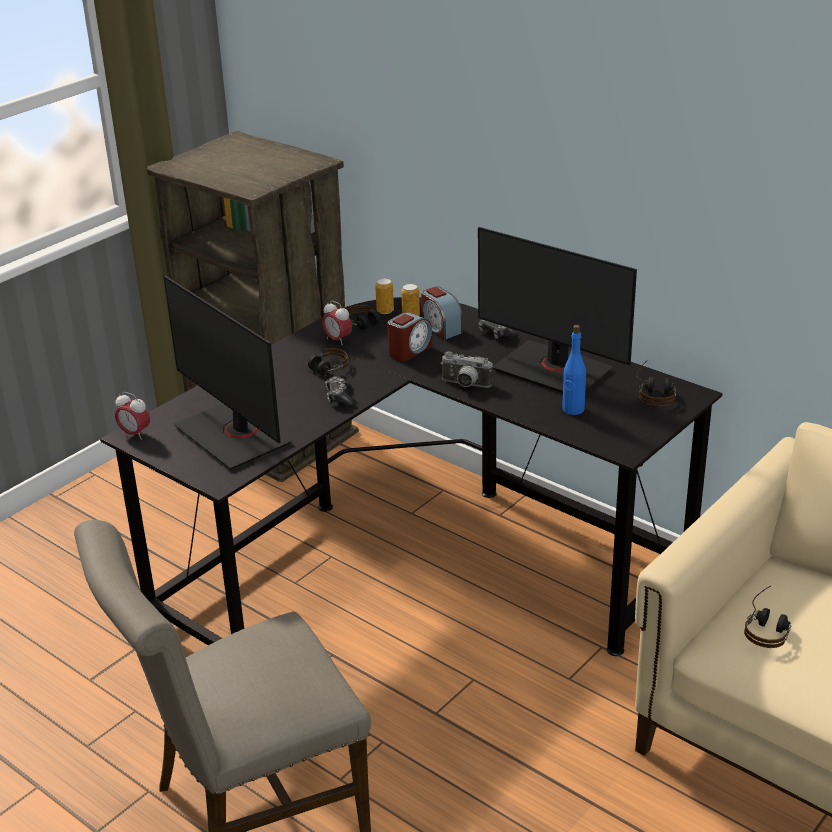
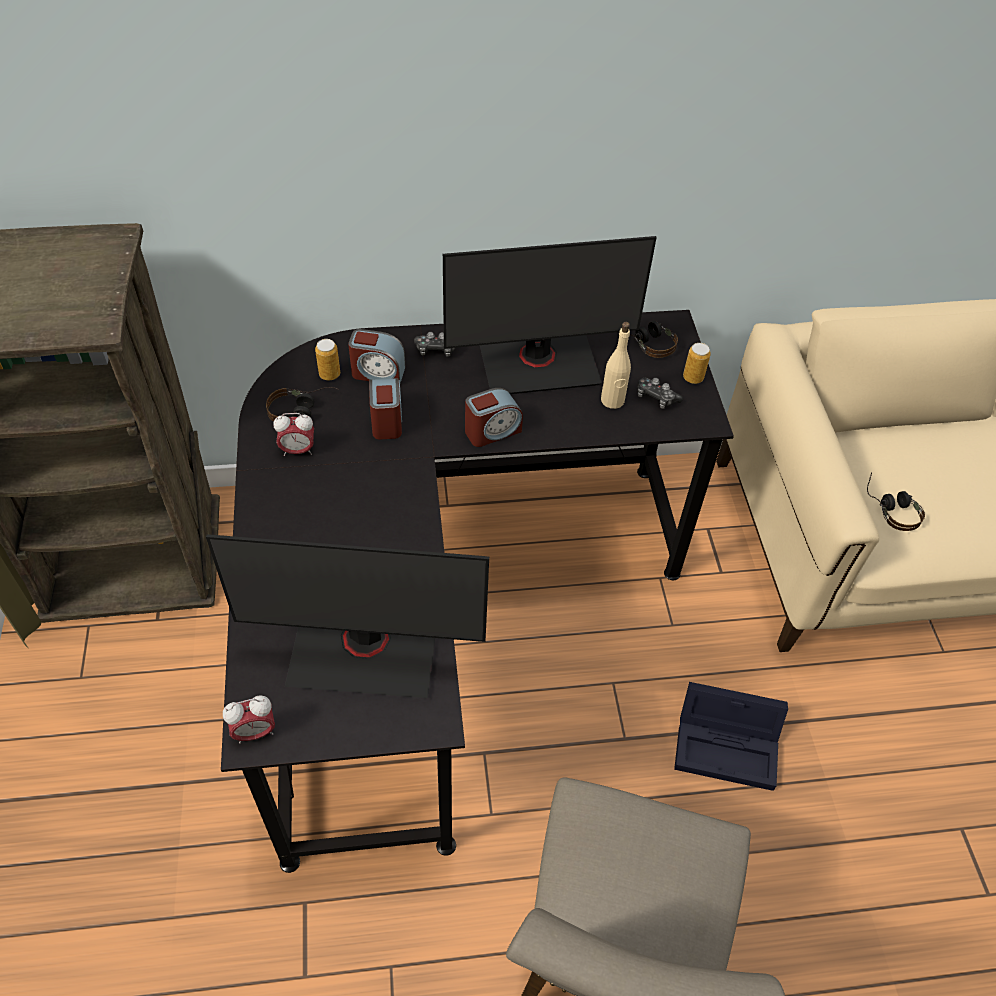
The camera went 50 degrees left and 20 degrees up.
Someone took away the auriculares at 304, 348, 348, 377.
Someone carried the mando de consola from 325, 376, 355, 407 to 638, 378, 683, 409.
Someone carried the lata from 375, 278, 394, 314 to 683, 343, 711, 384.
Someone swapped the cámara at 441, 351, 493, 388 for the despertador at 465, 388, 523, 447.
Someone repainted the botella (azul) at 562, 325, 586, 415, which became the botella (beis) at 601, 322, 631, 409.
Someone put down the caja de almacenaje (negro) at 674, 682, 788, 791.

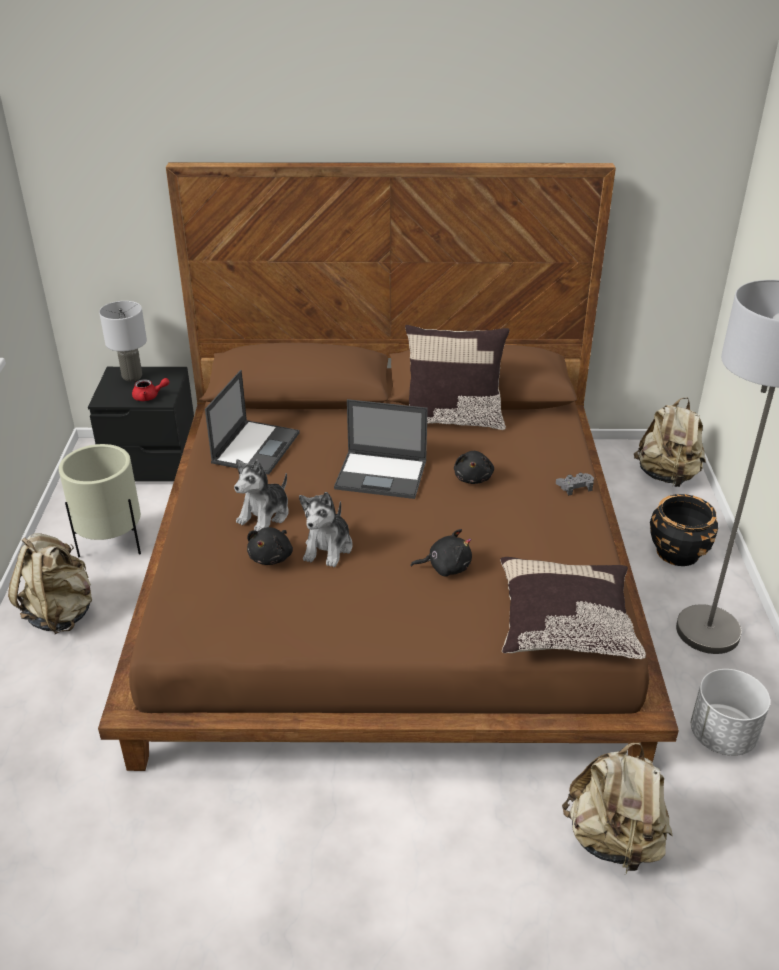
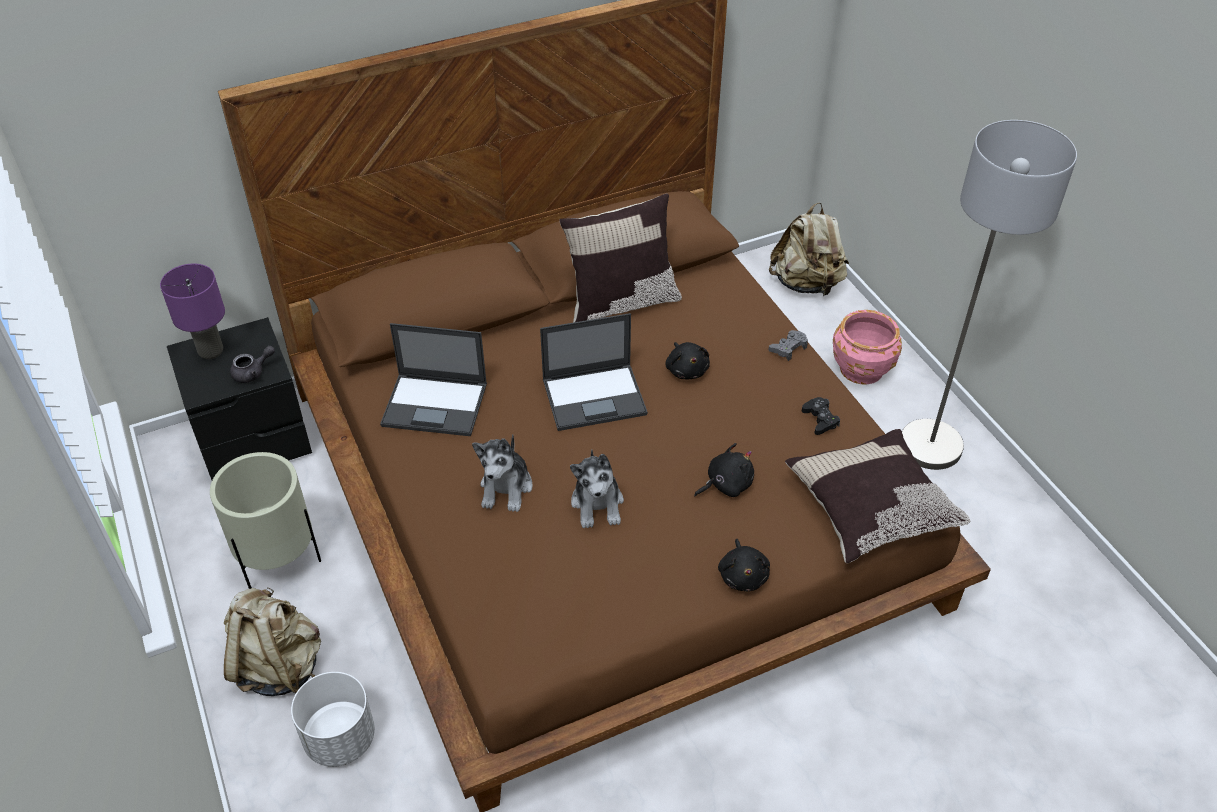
The camera went 25 degrees left and 10 degrees up.
Someone repainted the lámpara de mesa (blanco) at 99, 301, 147, 382, which became the lámpara de mesa (morado) at 160, 264, 225, 359.
Someone repainted the tetera (rojo) at 132, 378, 170, 401, which became the tetera (gris) at 230, 346, 275, 383.
Someone rotated the portátil at 205, 370, 299, 475 by 105 degrees clockwise.
Someone carried the peluche (negro) from 247, 527, 293, 565 to 718, 539, 770, 591.
Someone took away the mochila (beis) at 562, 743, 673, 874.
Someone repainted the maceta (negro) at 650, 494, 718, 566, which became the maceta (rosa) at 833, 310, 902, 384.
Someone carried the maceta (blanco) from 691, 669, 770, 756 to 291, 672, 375, 767.
Someone put down the mando de consola (negro) at 802, 397, 840, 435.

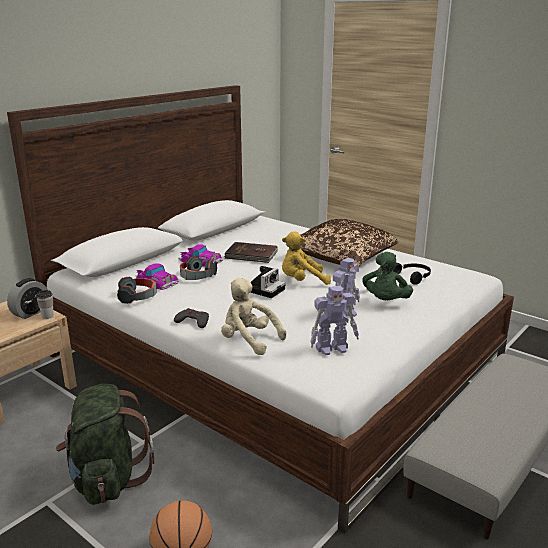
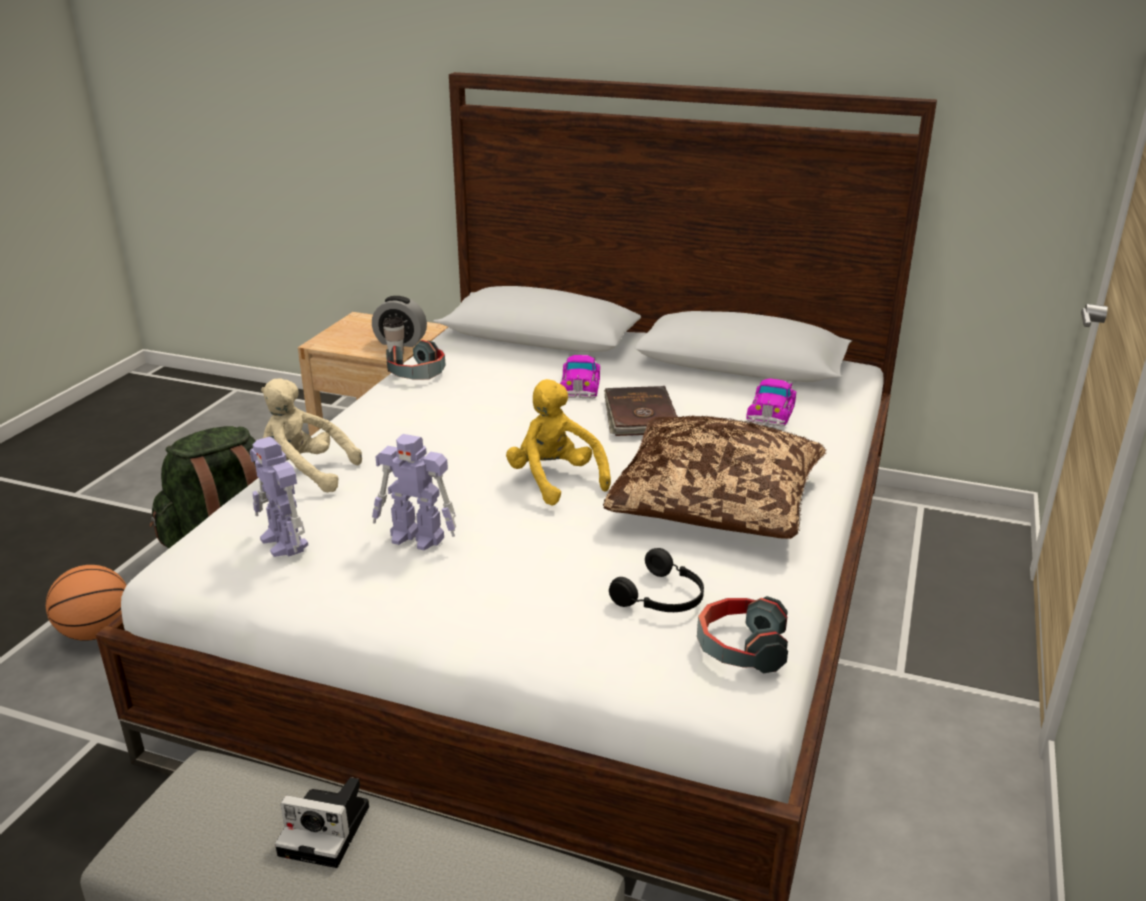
The camera went 70 degrees right and 5 degrees up.
Someone carried the coche de juguete from 136, 263, 178, 290 to 746, 378, 796, 427.
Someone took away the mando de consola (gris) at 174, 308, 209, 328.
Someone carried the auriculares from 180, 256, 217, 280 to 697, 596, 788, 673.
Someone rotated the peluche (beis) at 221, 278, 286, 355 by 90 degrees counterclockwise.
Someone carried the cámara from 250, 266, 286, 298 to 275, 777, 369, 868.
Someone took away the peluche (verde) at 362, 252, 413, 300.

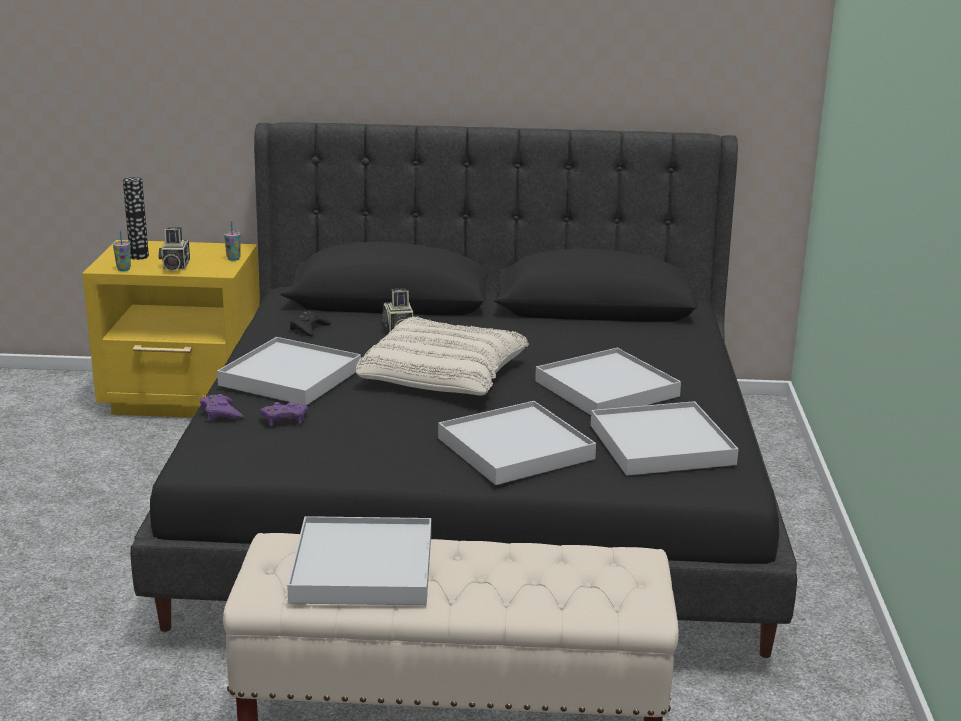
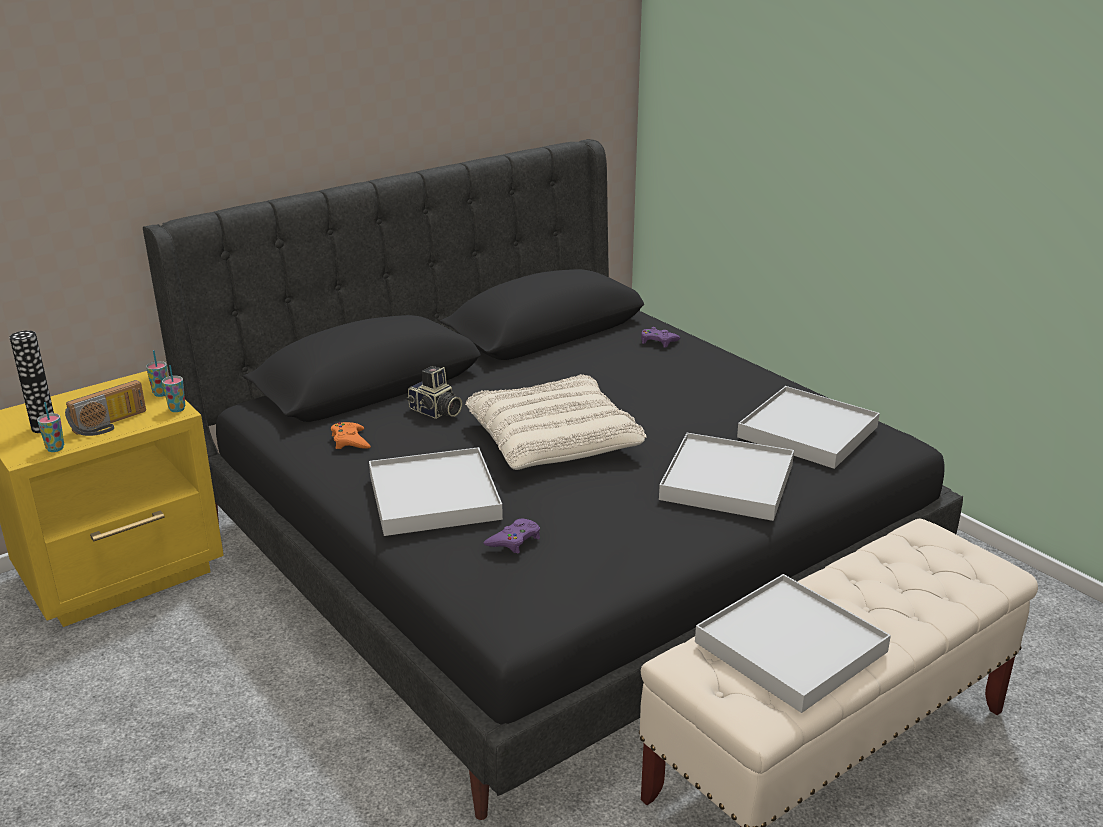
The camera went 40 degrees left and 5 degrees up.
Someone swapped the cámara at 159, 227, 190, 271 for the radio at 65, 380, 146, 436.
Someone carried the mando de consola (morado) from 200, 394, 244, 421 to 641, 327, 680, 348.
Someone repainted the mando de consola (negro) at 289, 311, 331, 337, which became the mando de consola (naranja) at 331, 422, 371, 449.
Someone took away the bandeja (blanco) at 535, 348, 681, 415.
Someone put down the taza at 162, 365, 186, 412.

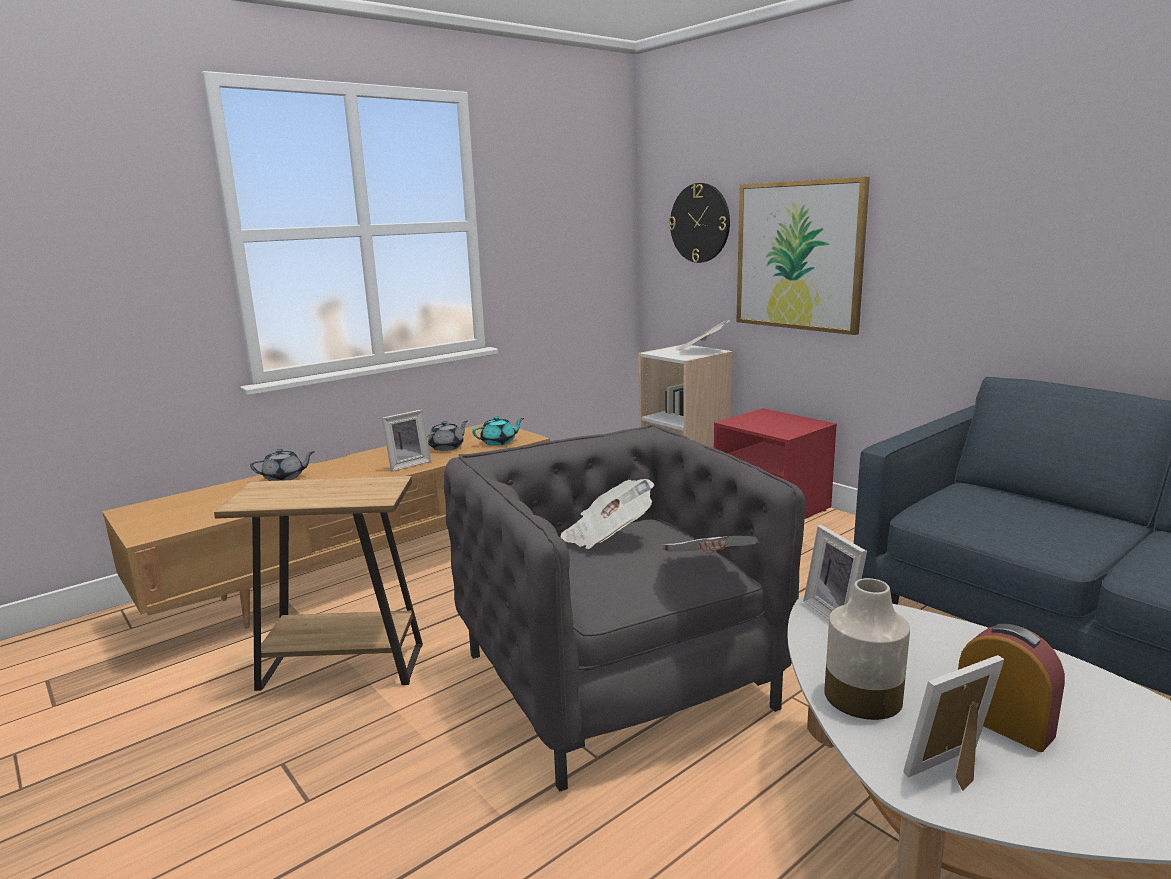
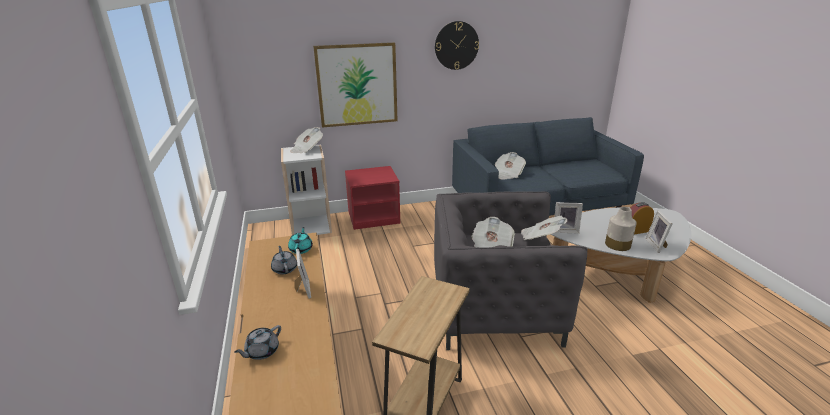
The camera went 65 degrees left and 10 degrees up.
Someone rotated the tetera (gris) at 250, 449, 315, 481 by 150 degrees counterclockwise.
Someone carried the reloj de pared from 669, 183, 730, 263 to 435, 21, 479, 70.
Someone put down the periódico at 495, 152, 526, 179.

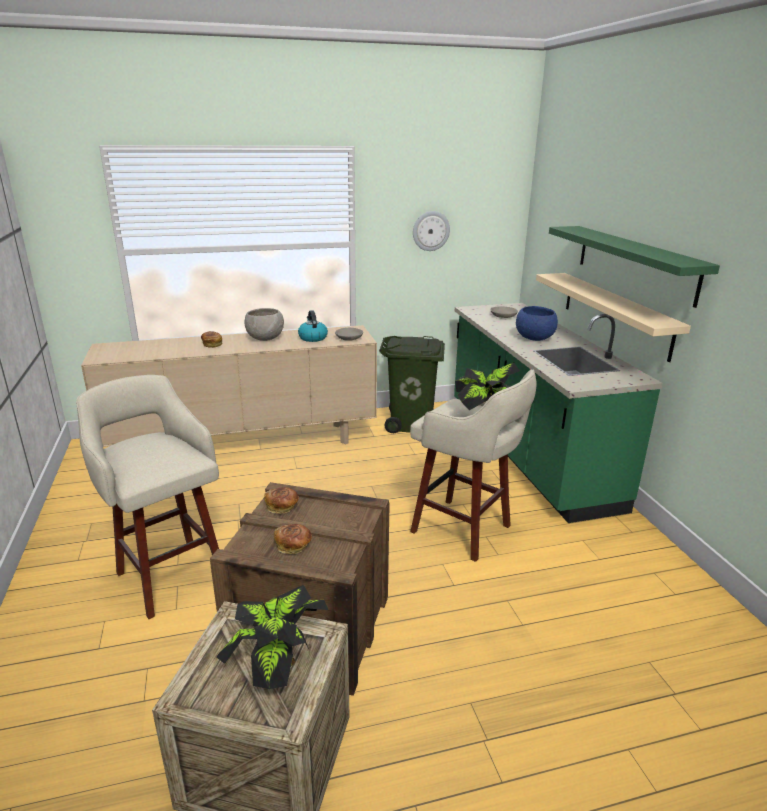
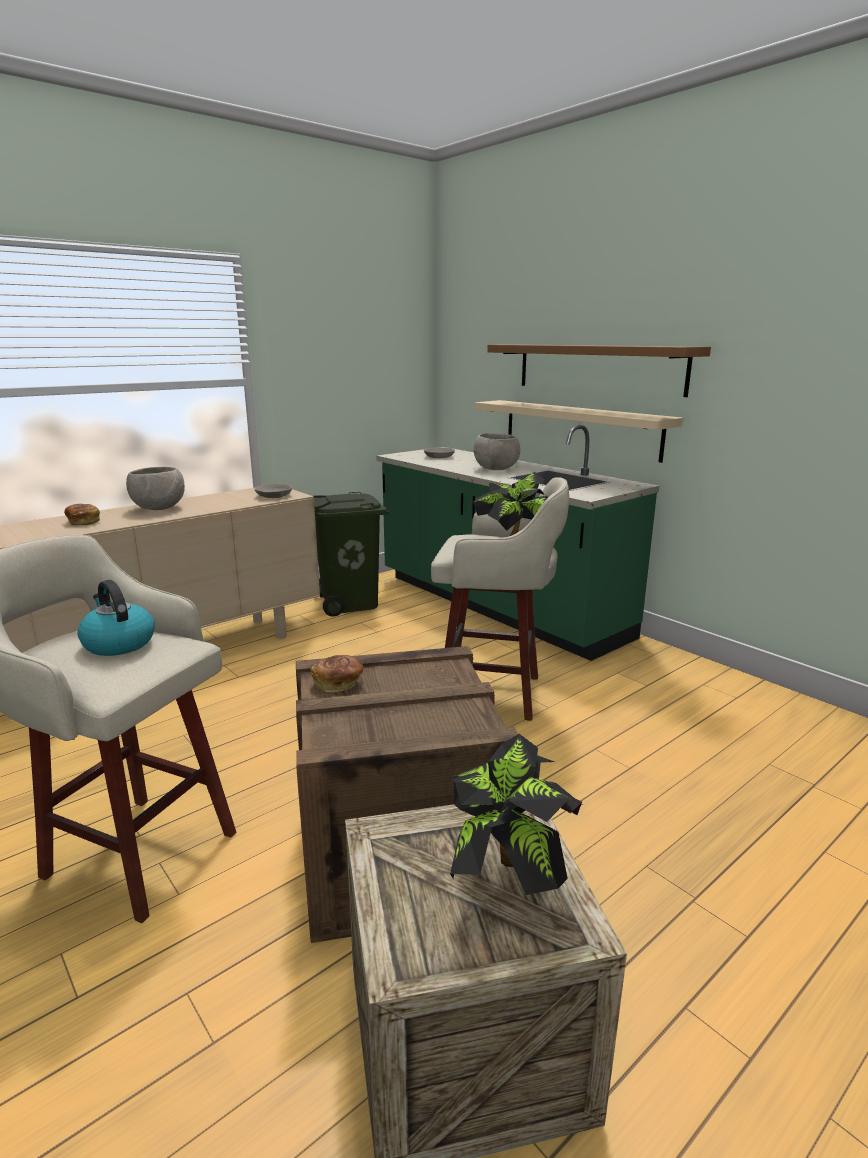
The camera went 25 degrees left and 5 degrees down.
Someone took away the pan at 274, 524, 312, 554.
Someone carried the hervidor from 298, 310, 328, 342 to 77, 580, 155, 656.
Someone took away the reloj de pared at 413, 211, 450, 251.
Someone repainted the cuenco (azul) at 516, 306, 558, 341, which became the cuenco (gris) at 474, 433, 520, 470.
Someone repainted the estante (verde) at 549, 226, 720, 308, which became the estante (marrón) at 487, 344, 711, 397.

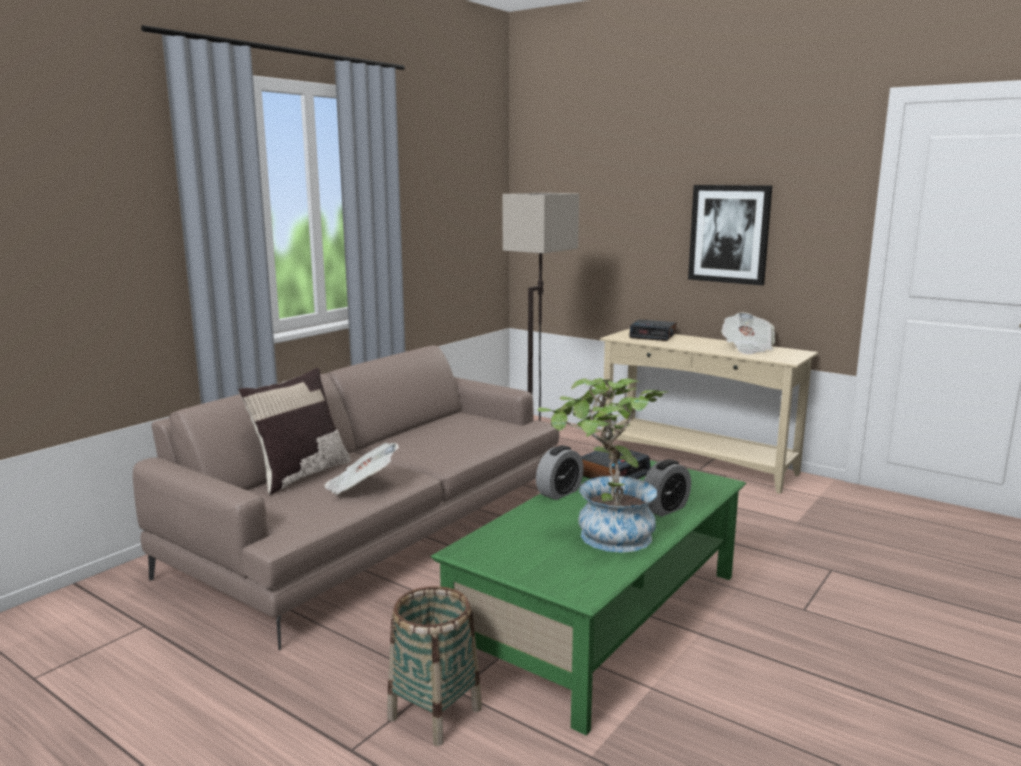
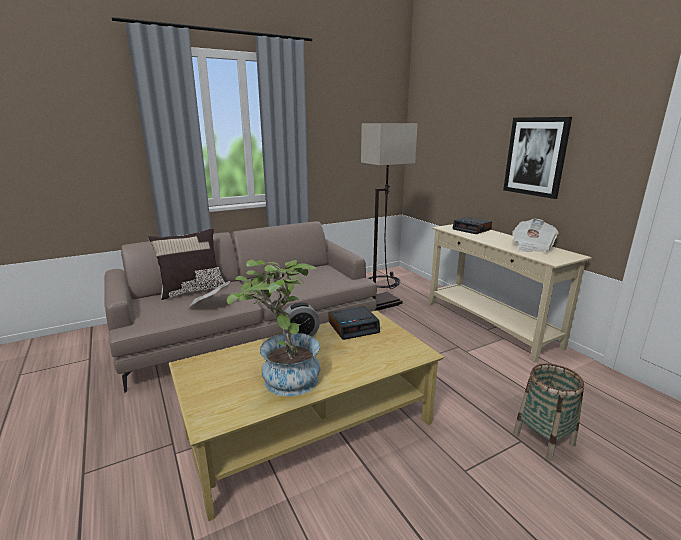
The camera went 25 degrees right and 5 degrees up.
Someone carried the cesta from 387, 586, 482, 746 to 513, 363, 584, 461.
Someone repainted the mesa de centro (verde) at 430, 460, 746, 735, which became the mesa de centro (beis) at 169, 311, 444, 521.
Someone took away the despertador at 644, 459, 691, 517.

